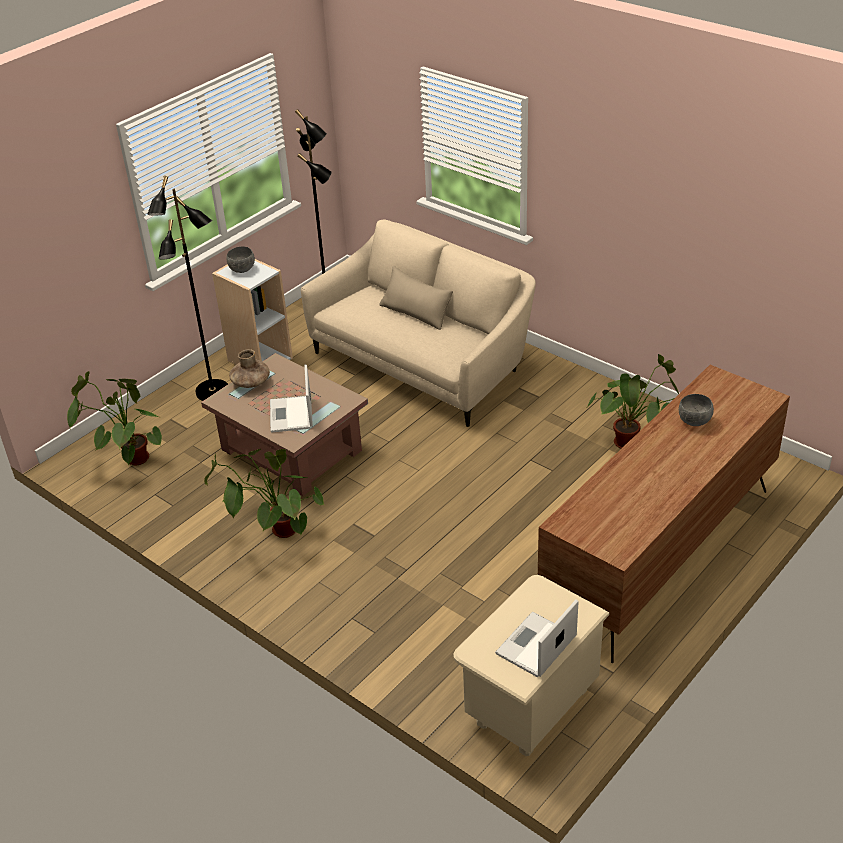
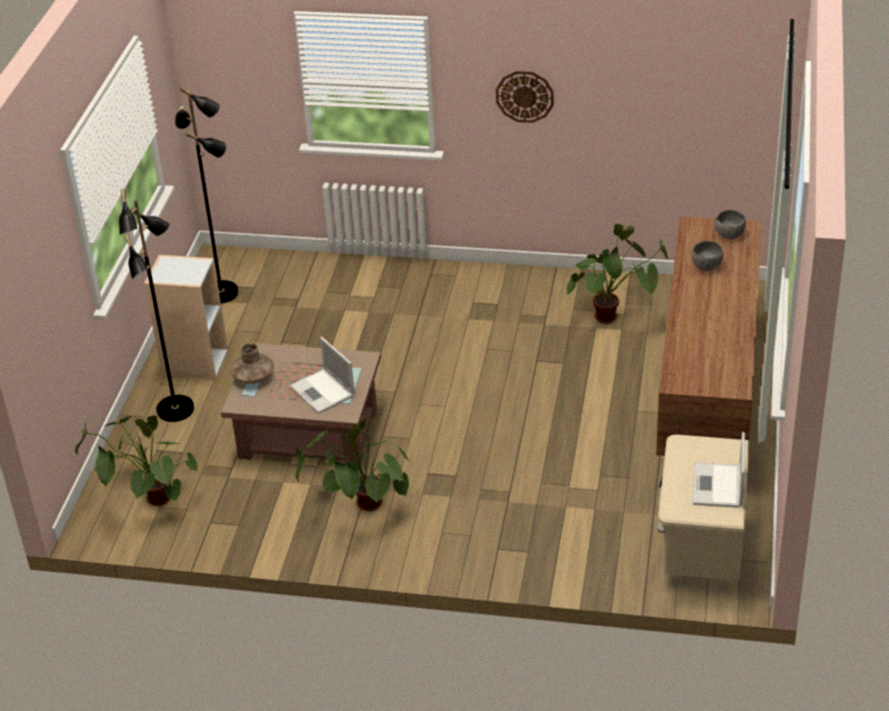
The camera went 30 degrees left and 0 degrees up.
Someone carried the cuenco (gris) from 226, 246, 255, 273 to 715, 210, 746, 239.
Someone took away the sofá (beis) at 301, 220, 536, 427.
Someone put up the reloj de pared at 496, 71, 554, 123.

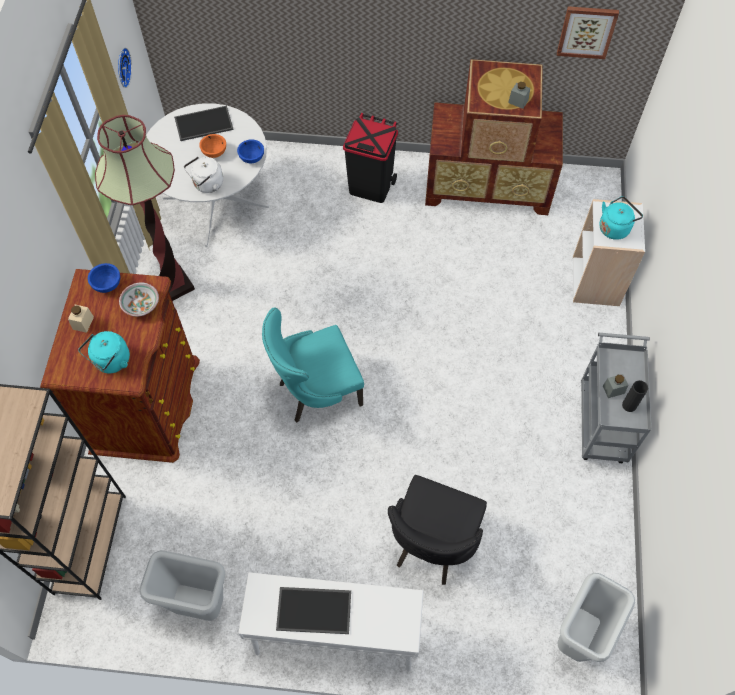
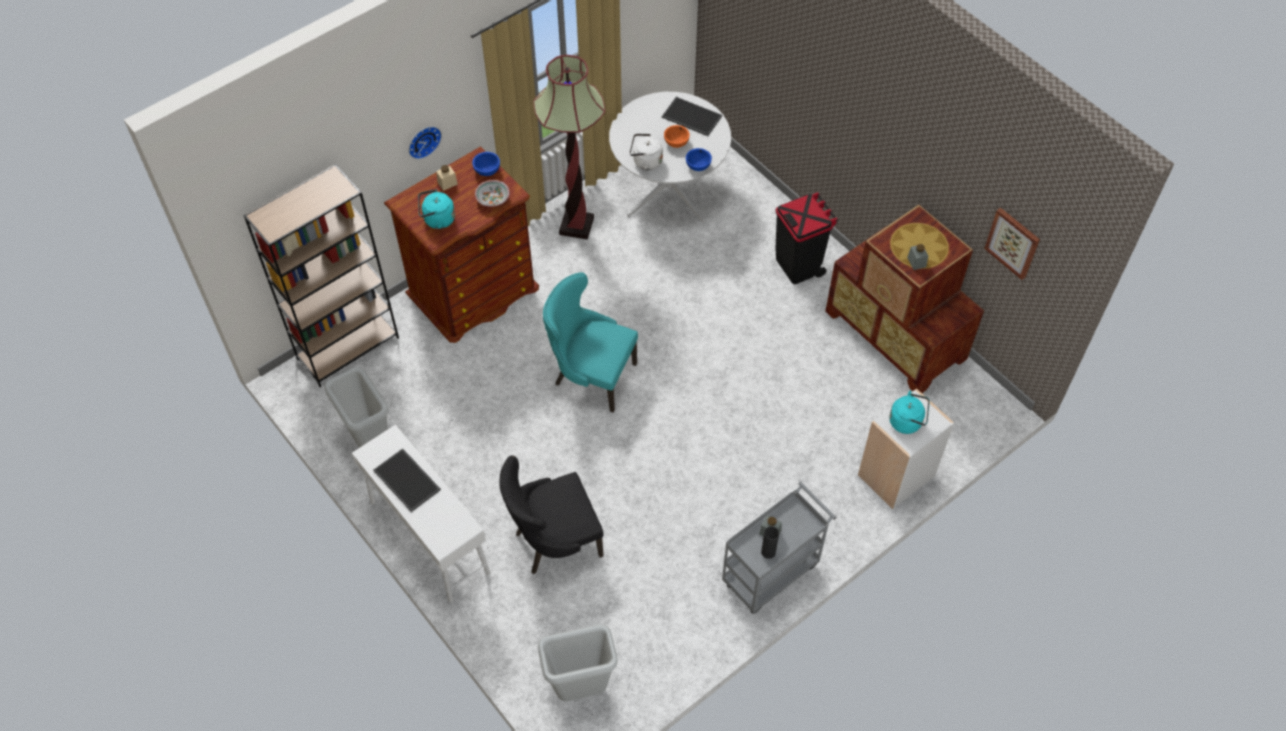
The camera went 45 degrees right and 5 degrees down.
Someone carried the reloj de pared from 118, 48, 132, 88 to 409, 127, 442, 159.

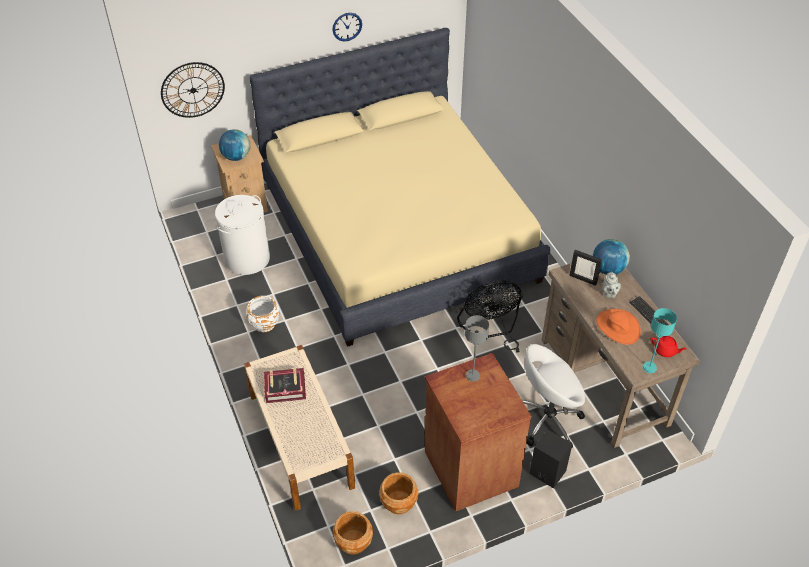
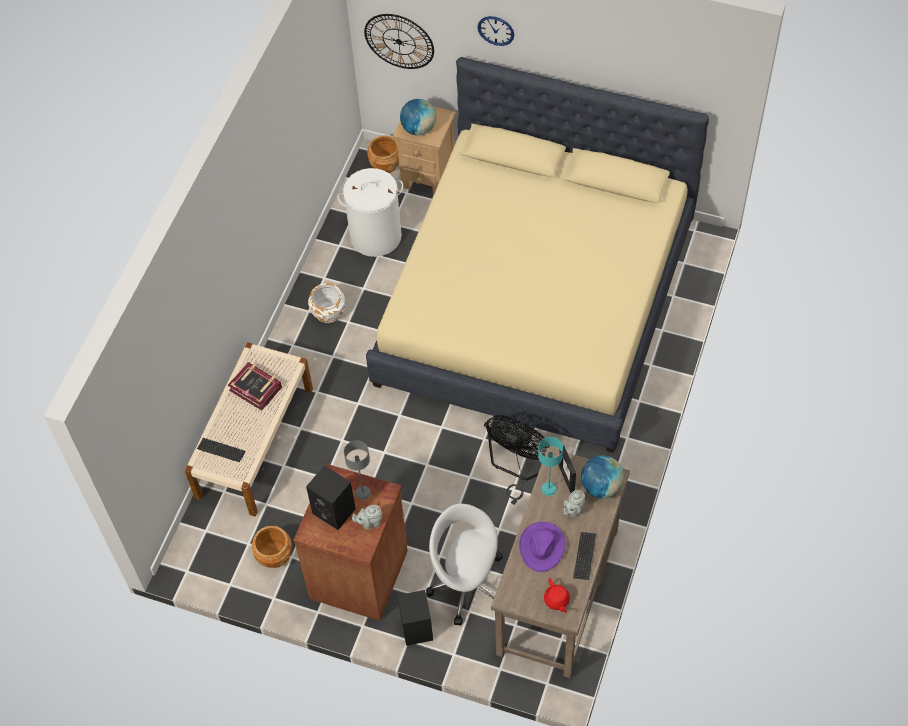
The camera went 45 degrees right and 10 degrees up.
Someone carried the reloj de pared from 332, 13, 362, 41 to 477, 16, 514, 46.
Someone carried the maceta (marrón) from 333, 511, 373, 554 to 367, 135, 399, 173.
Someone repainted the sombrero (naranja) at 596, 309, 641, 345, which became the sombrero (morado) at 519, 522, 566, 572.
Someone carried the lámpara de mesa (turquesa) from 643, 308, 677, 373 to 538, 437, 563, 496.
Someone put down the teclado at 197, 438, 246, 462.
Someone put down the altavoz (negro) at 306, 465, 356, 530.
Someone put down the tetera (gris) at 352, 505, 382, 530.

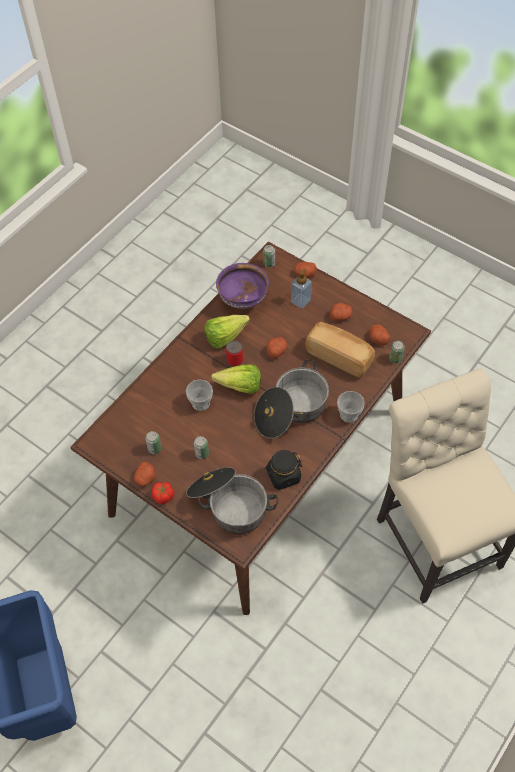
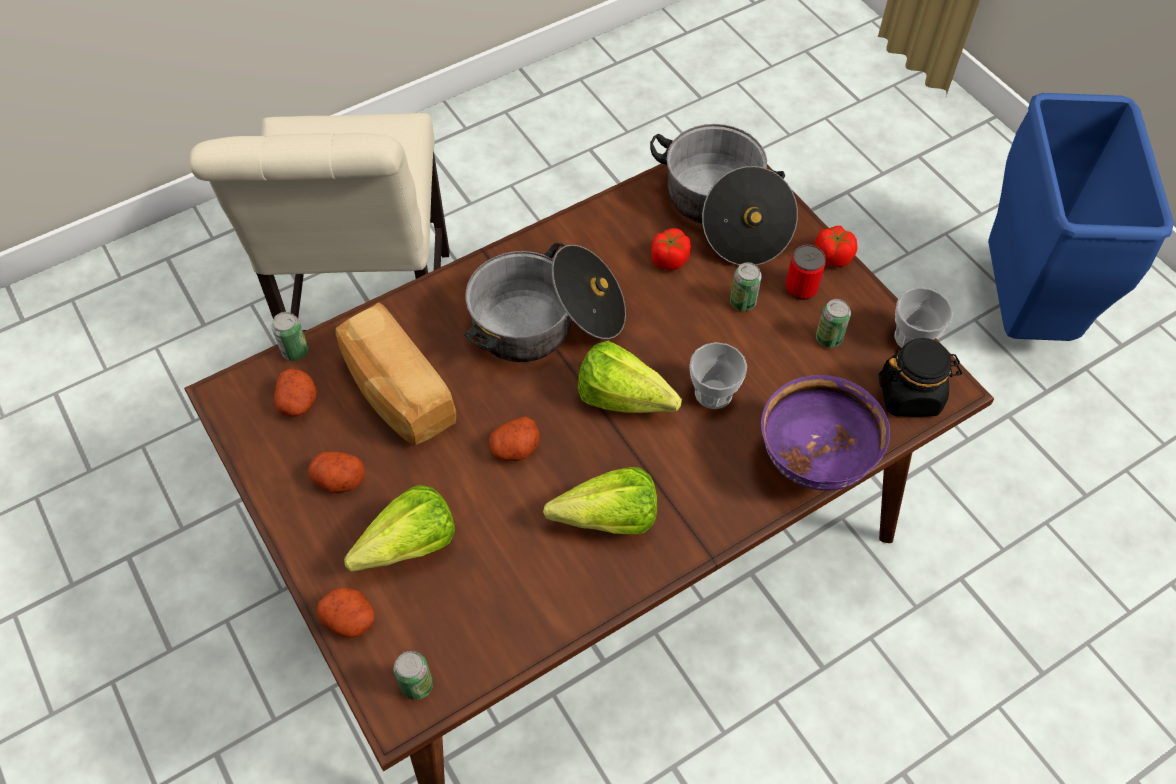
The camera went 160 degrees left and 0 degrees up.
Someone took away the patata at 134, 462, 155, 486.
Someone carried the cuenco (morado) from 216, 263, 269, 309 to 761, 375, 890, 491.
Someone carried the lata from 226, 340, 243, 367 to 786, 245, 826, 300.
Someone carried the tarro (negro) from 265, 450, 302, 490 to 878, 338, 962, 417.
Someone swapped the dispensador de jabón at 291, 269, 312, 308 for the lechuga at 344, 485, 455, 572.
Someone carried the taza from 337, 391, 365, 423 to 895, 287, 952, 348.
Someone put down the tomate at 651, 228, 691, 270.

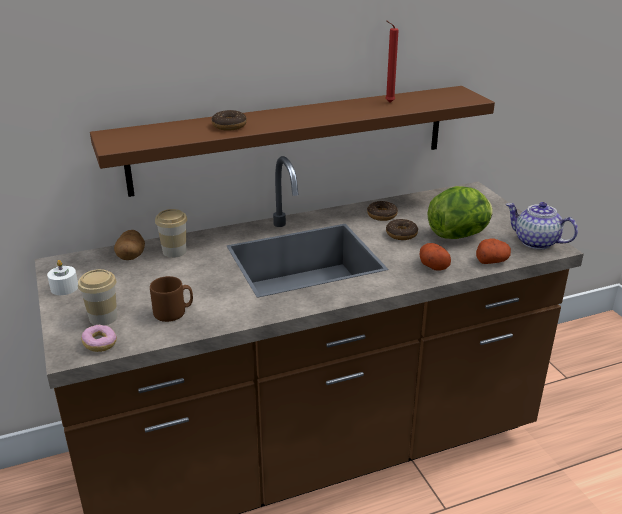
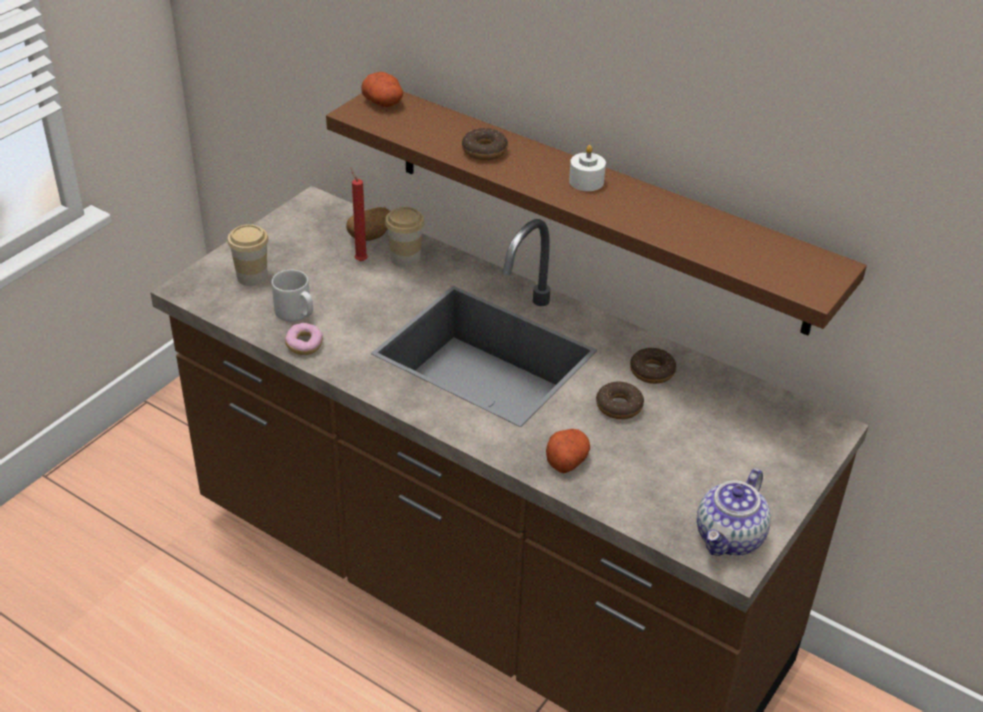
The camera went 55 degrees right and 10 degrees up.
Someone carried the vela (blanco) from 47, 260, 78, 295 to 569, 145, 606, 191.
Someone carried the rosquilla from 81, 325, 117, 352 to 285, 323, 323, 355.
Someone repainted the taza grande (marrón) at 150, 276, 193, 322, which became the taza grande (gris) at 272, 270, 313, 322.
Someone carried the vela (rojo) from 385, 20, 399, 102 to 351, 168, 368, 262.
Someone took away the lechuga at 428, 186, 493, 239.
Someone carried the patata from 476, 238, 511, 264 to 361, 72, 403, 107.
Someone rotated the tetera at 506, 202, 578, 250 by 150 degrees counterclockwise.

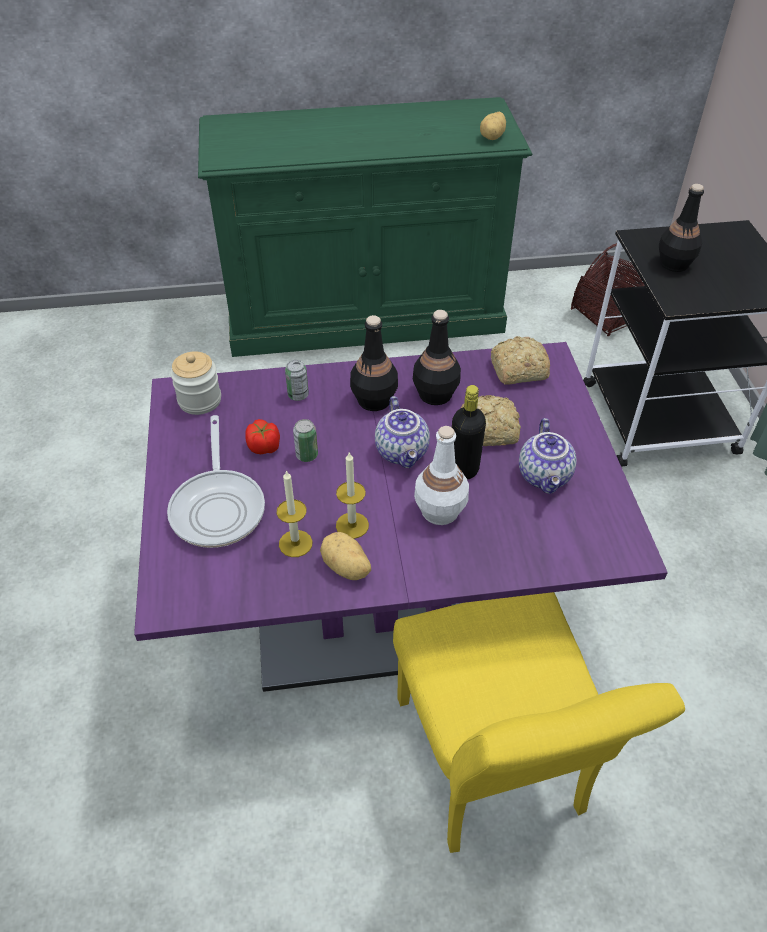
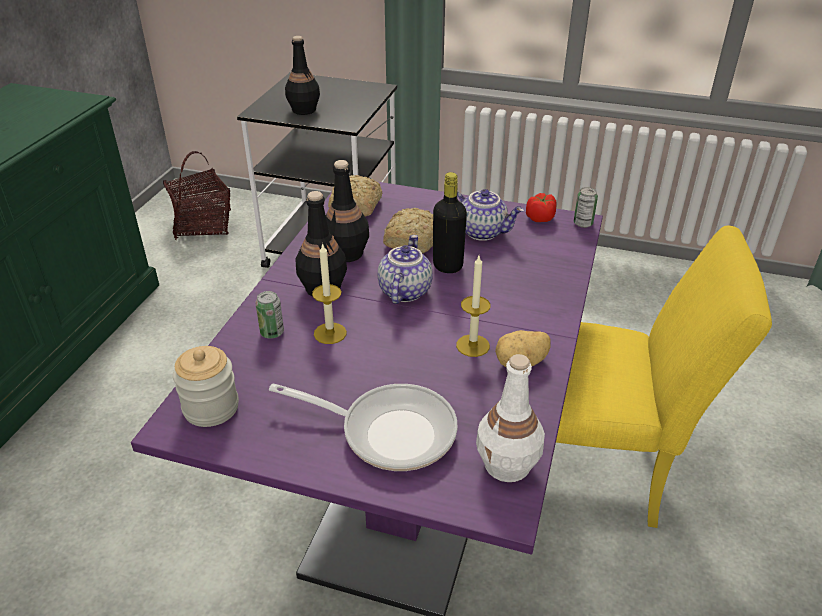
The camera went 65 degrees left and 10 degrees down.
Someone carried the tomate from 245, 419, 280, 454 to 526, 193, 557, 222.
Someone carried the vela from 277, 470, 312, 557 to 312, 243, 347, 344.
Someone carried the lata from 293, 419, 318, 462 to 574, 187, 598, 228.
Someone rotated the tetera at 375, 396, 430, 468 by 90 degrees counterclockwise.
Someone carried the botella (blanco) from 414, 426, 469, 525 to 476, 354, 545, 482.
Someone took away the patata at 480, 112, 506, 140.

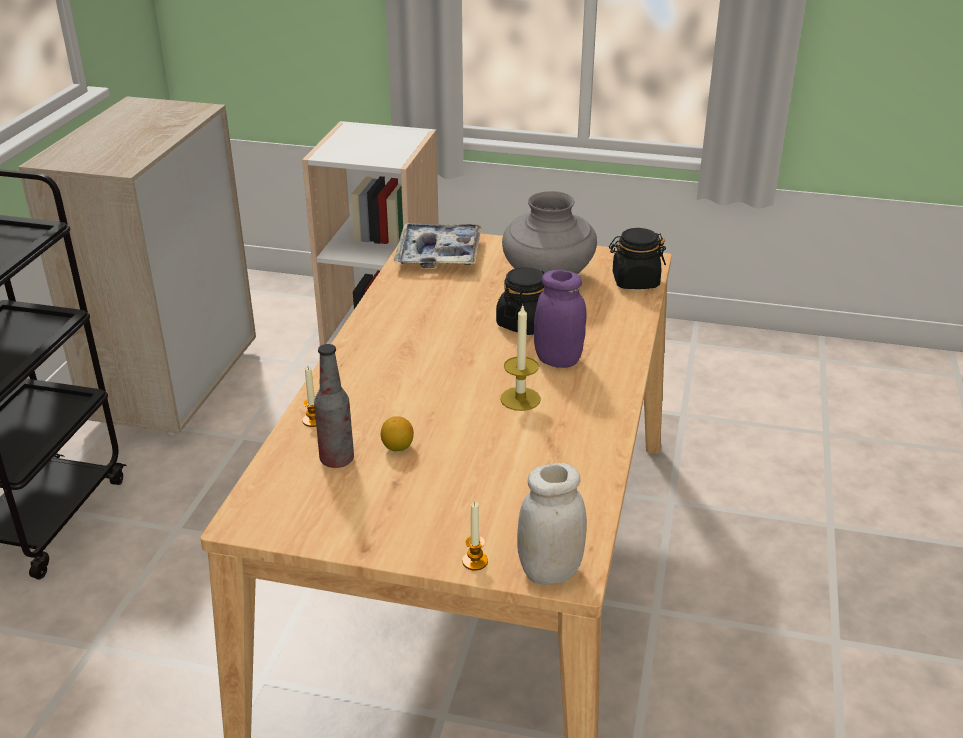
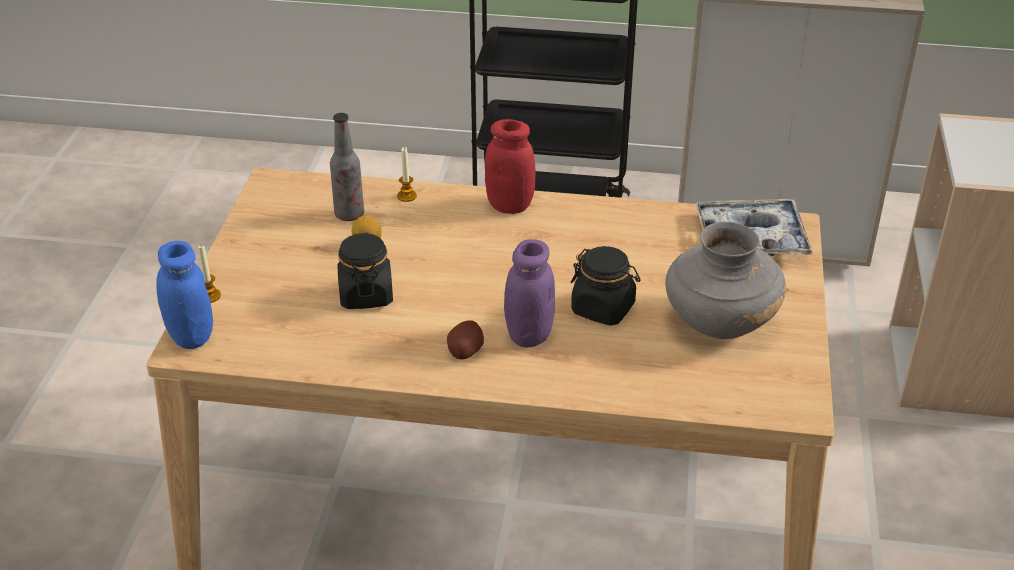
The camera went 85 degrees right and 5 degrees up.
Someone took away the vela at 500, 304, 541, 411.
Someone repainted the tarro (blanco) at 517, 463, 587, 585, which became the tarro (azul) at 156, 241, 213, 349.
Someone carried the tarro (negro) from 609, 228, 666, 289 to 338, 233, 393, 309.
Someone put down the patata at 447, 320, 484, 359.
Someone put down the tarro (rojo) at 485, 119, 536, 214.

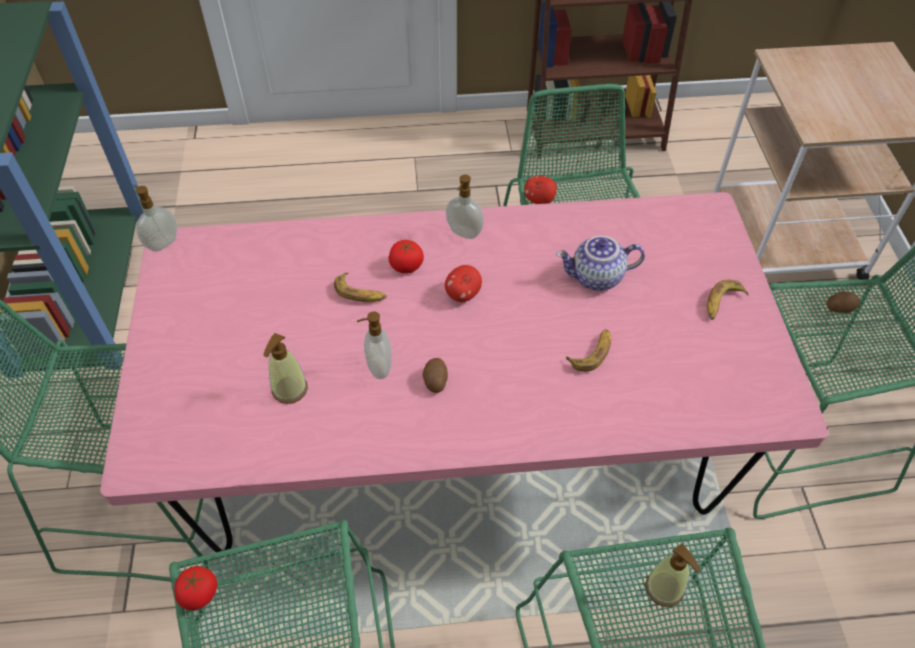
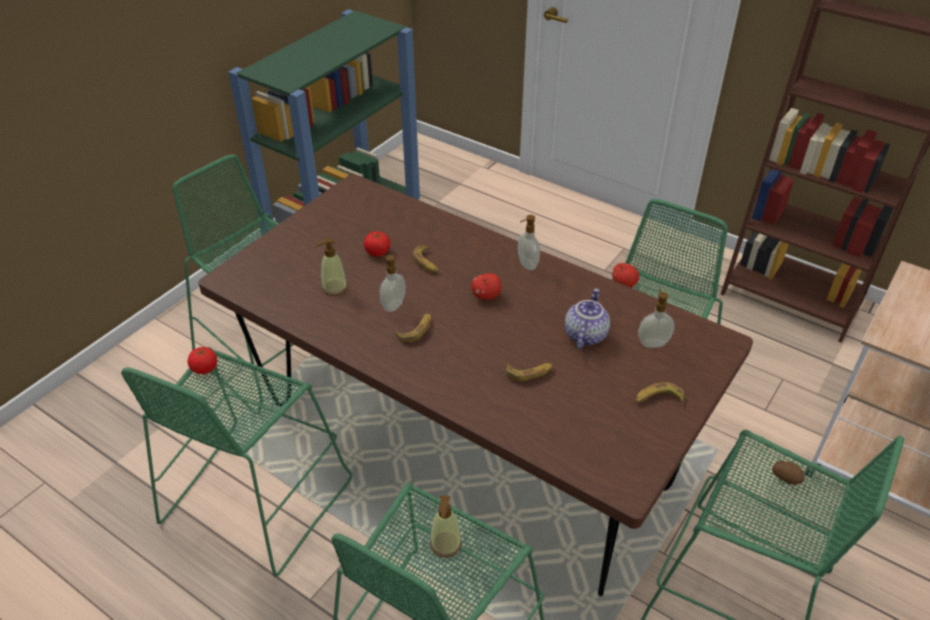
The camera went 40 degrees right and 10 degrees down.
Someone repainted the mesa de comedor (rosa) at 100, 192, 829, 552, which became the mesa de comedor (marrón) at 198, 174, 753, 596.
Someone carried the dispensador de jabón from 133, 185, 177, 252 to 638, 289, 675, 348.
Someone carried the tomate from 388, 240, 424, 274 to 364, 231, 390, 257.
Someone swapped the patata at 422, 358, 448, 393 for the plátano at 395, 313, 431, 343.
Someone rotated the tetera at 556, 236, 645, 291 by 75 degrees clockwise.

